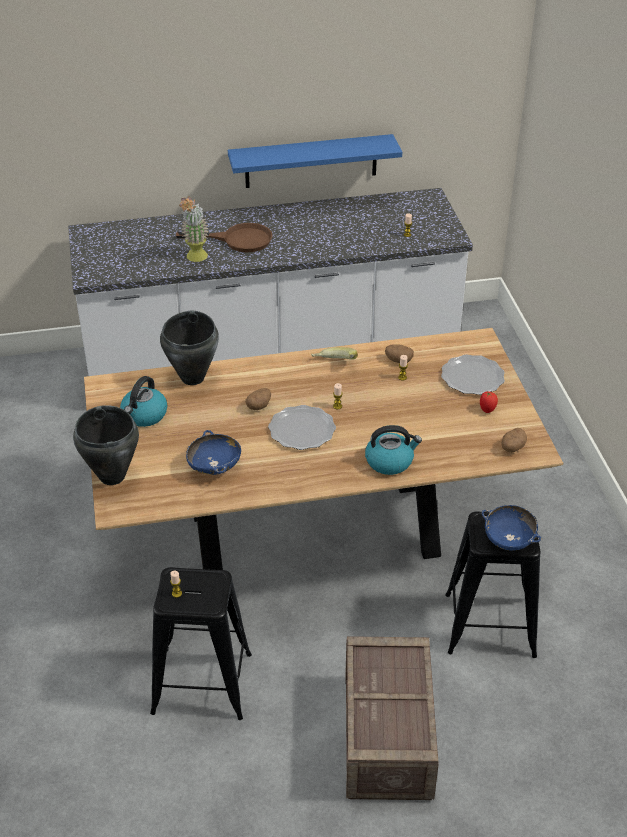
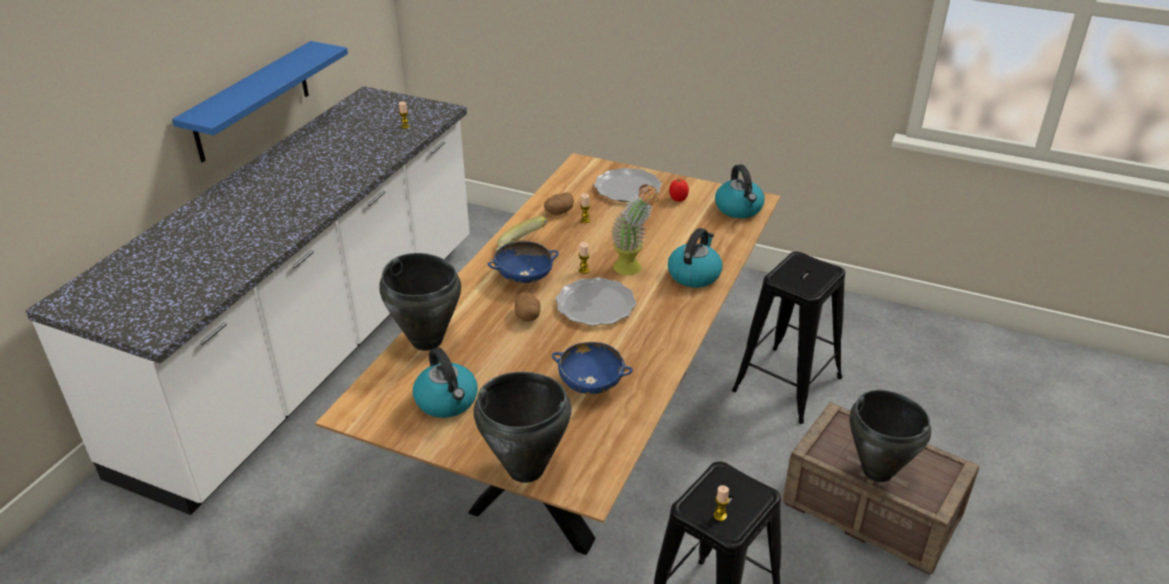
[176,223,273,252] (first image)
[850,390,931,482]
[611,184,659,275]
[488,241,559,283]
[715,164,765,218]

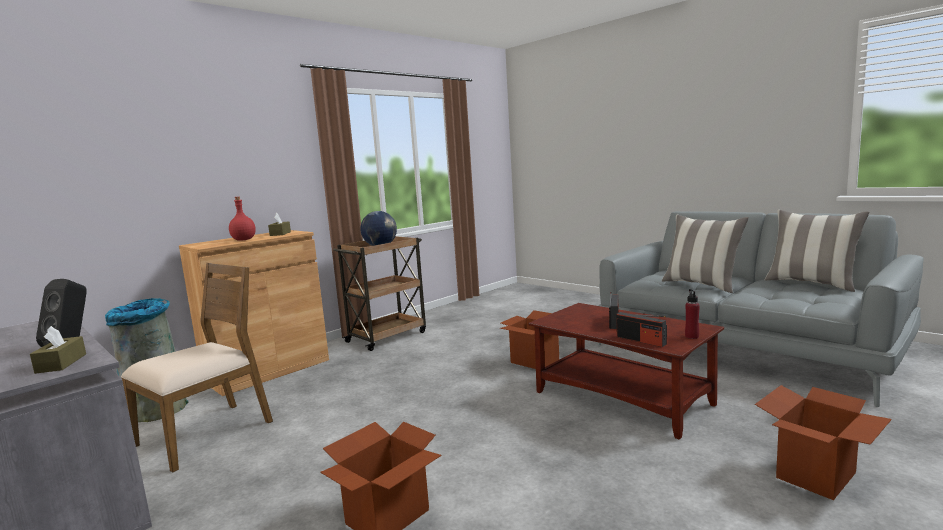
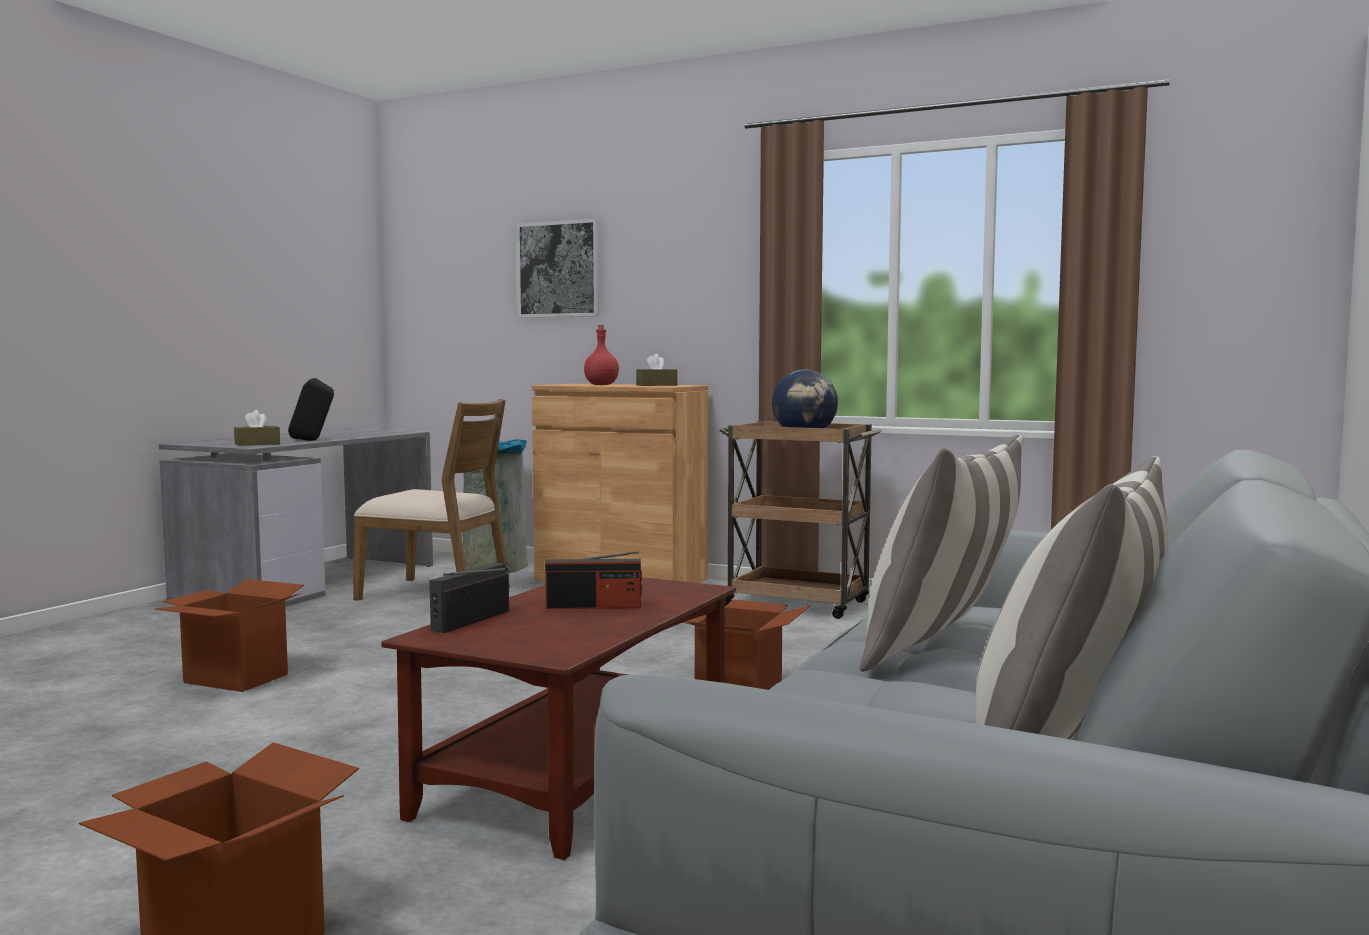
[685,289,700,339] (first image)
[516,218,601,318]

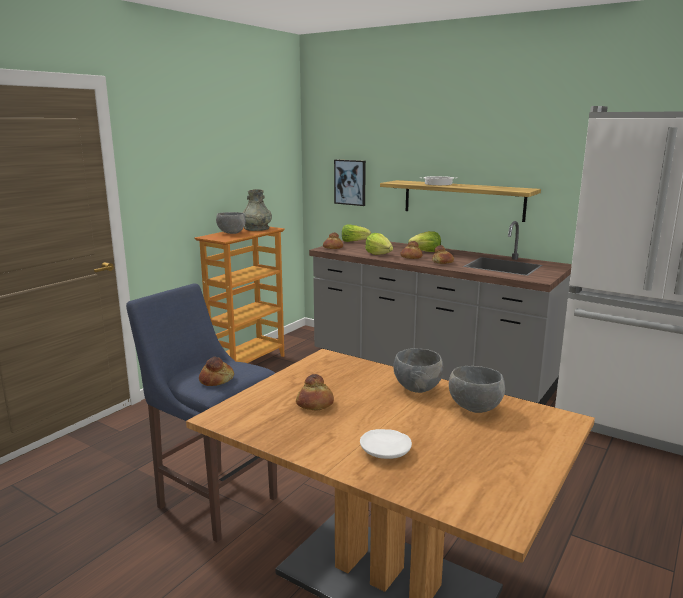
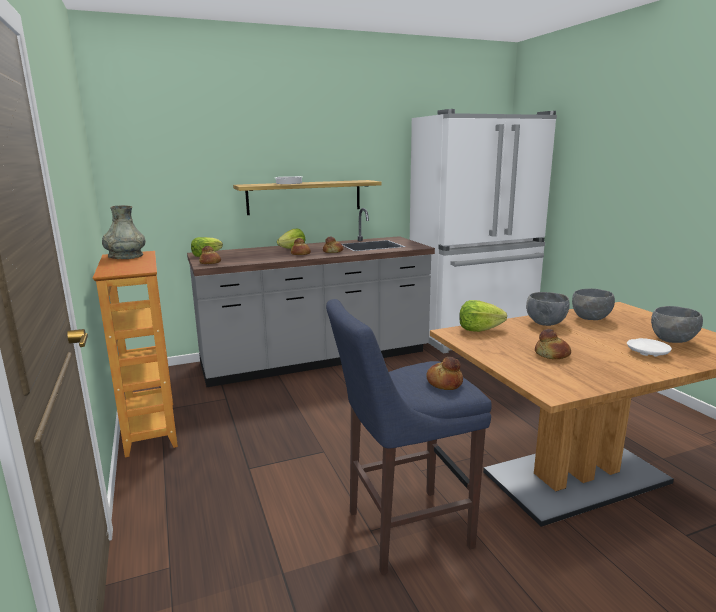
[334,160,366,206] (first image)
[651,306,703,343]
[459,300,507,332]

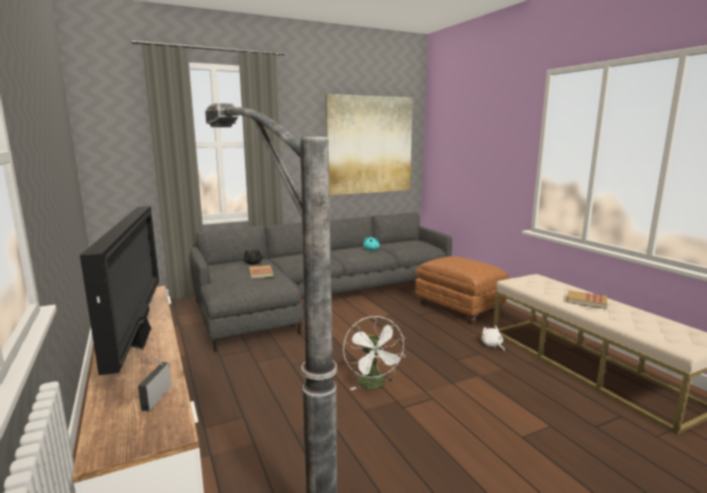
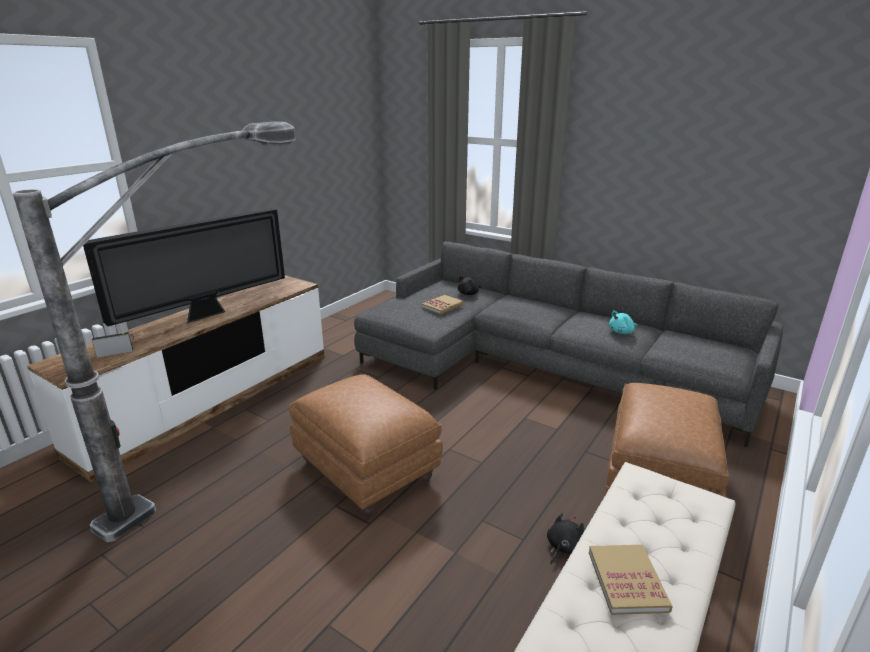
[325,94,413,195] (first image)
[289,374,443,517]
[547,513,584,564]

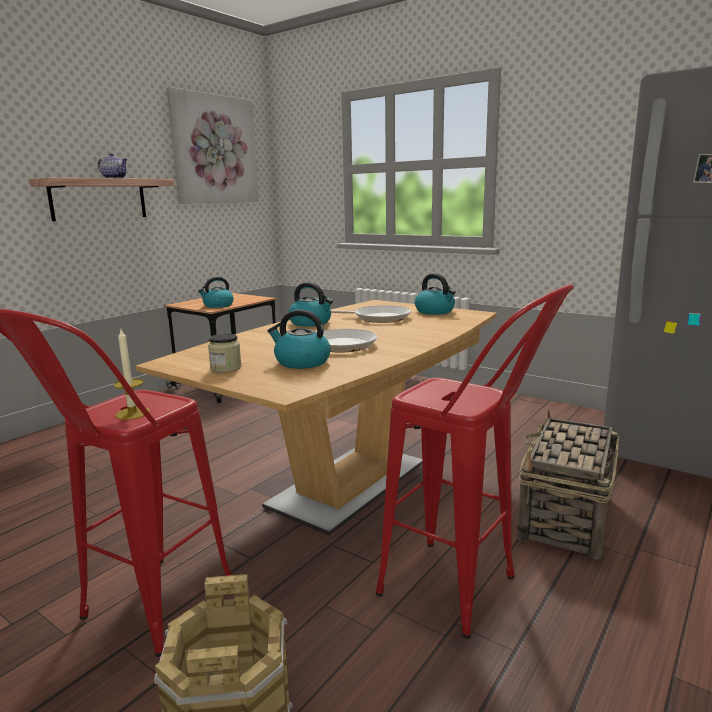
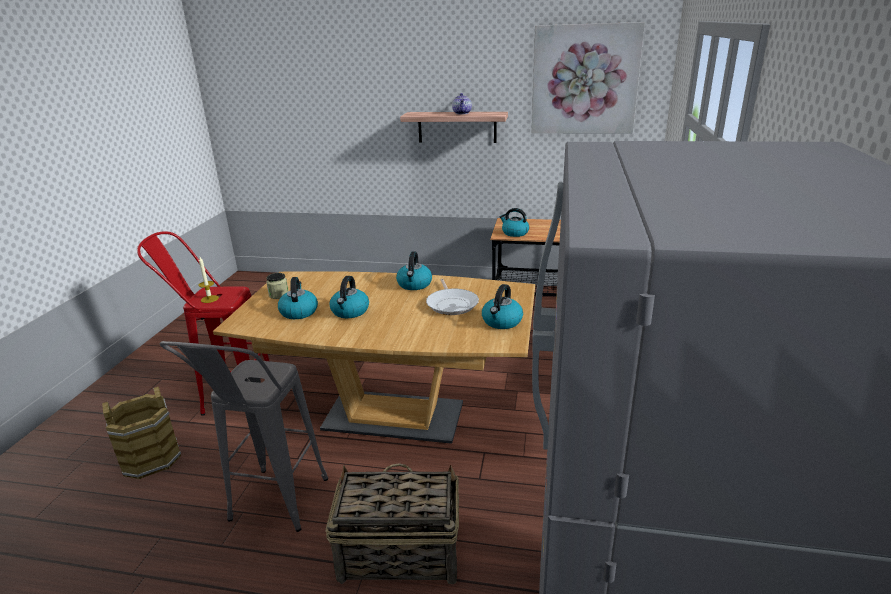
[330,276,369,318]
[160,341,328,532]

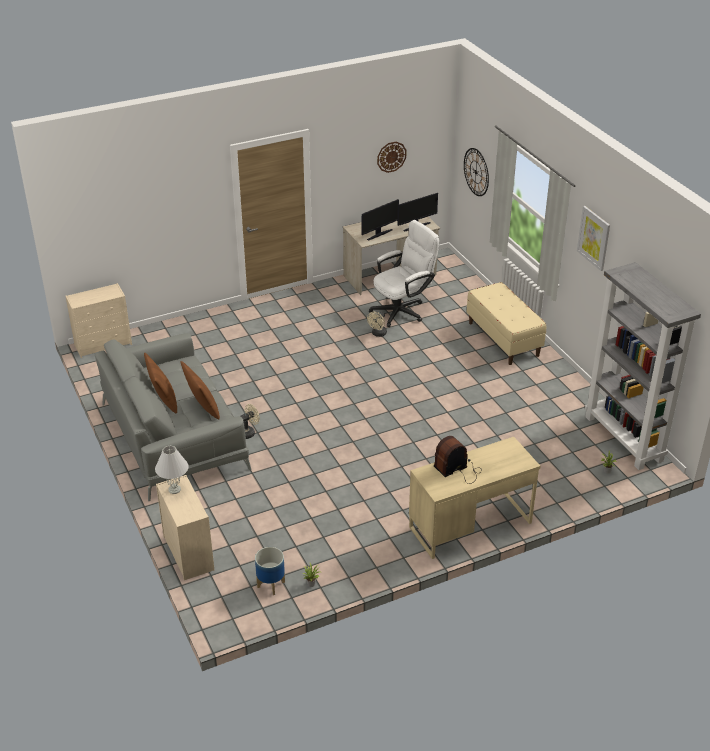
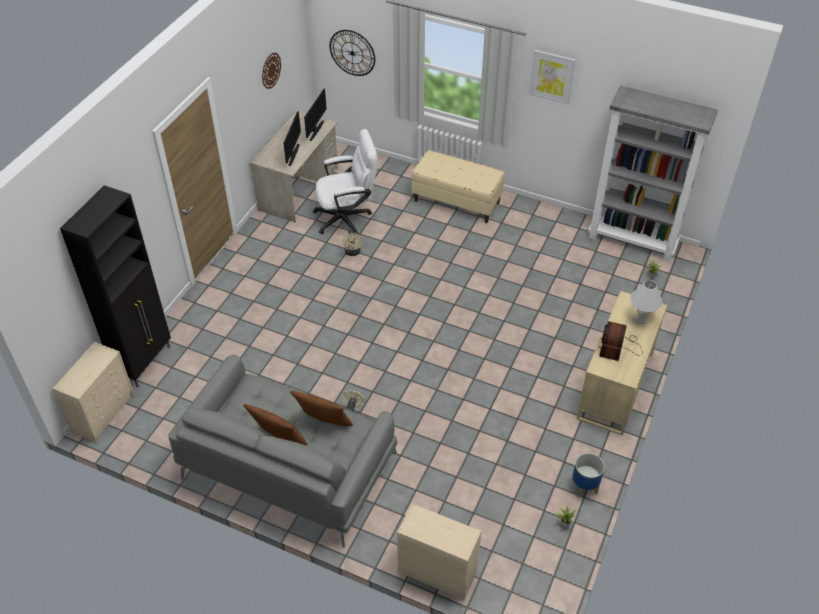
[60,185,171,387]
[630,280,662,324]
[572,453,605,497]
[313,129,378,235]

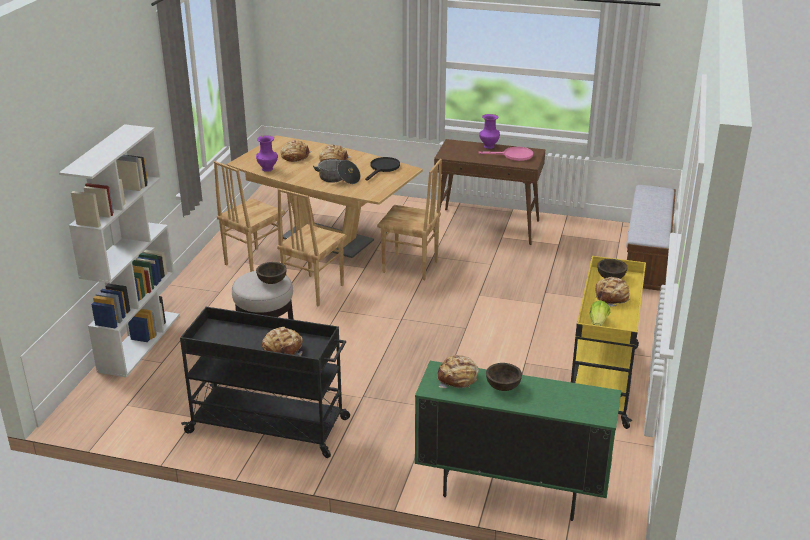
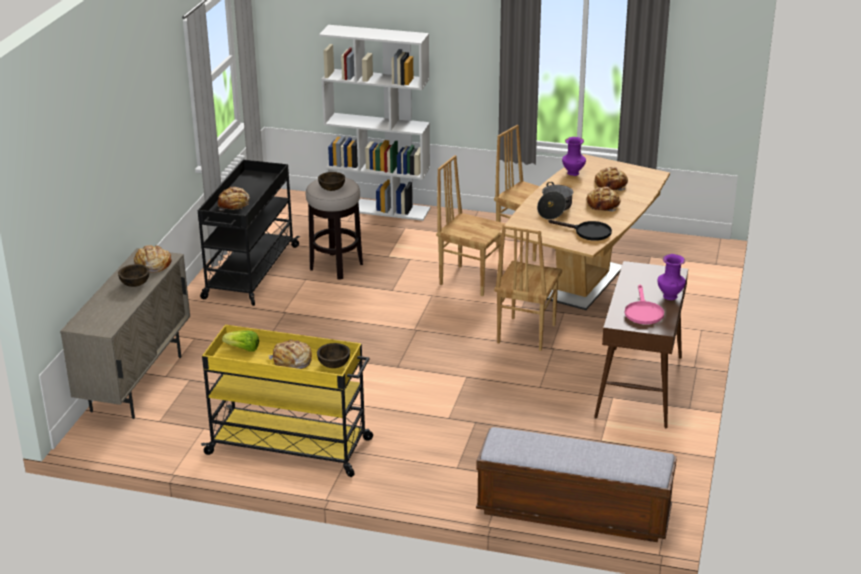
[60,248,190,419]

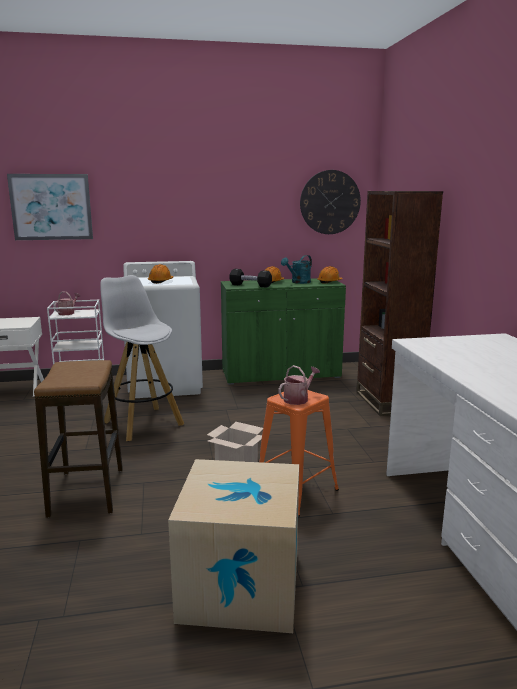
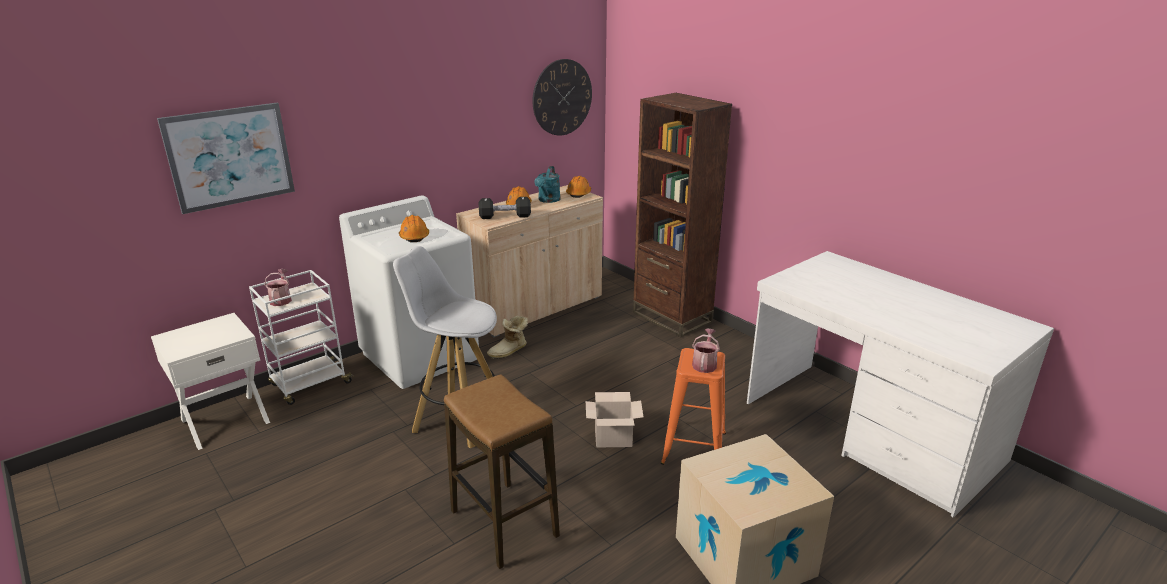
[487,316,528,359]
[456,185,603,337]

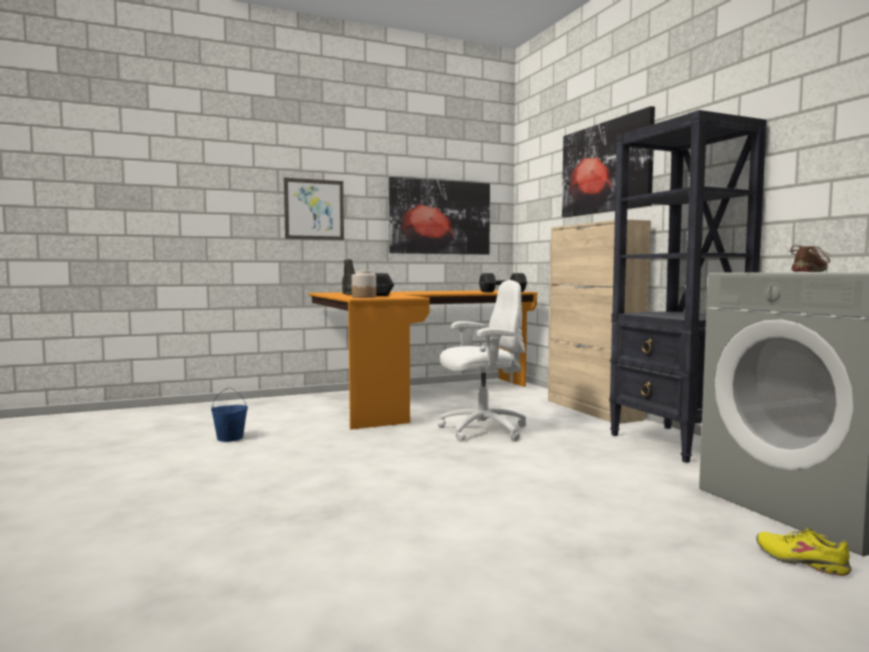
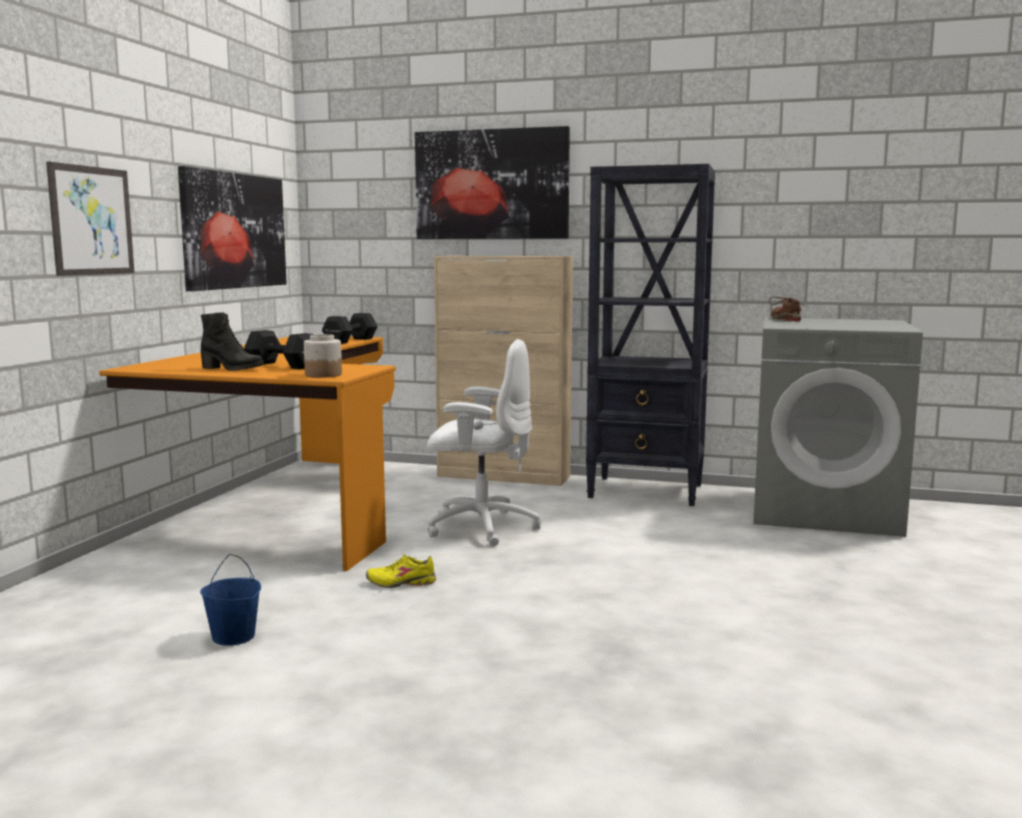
[366,555,436,588]
[427,339,541,546]

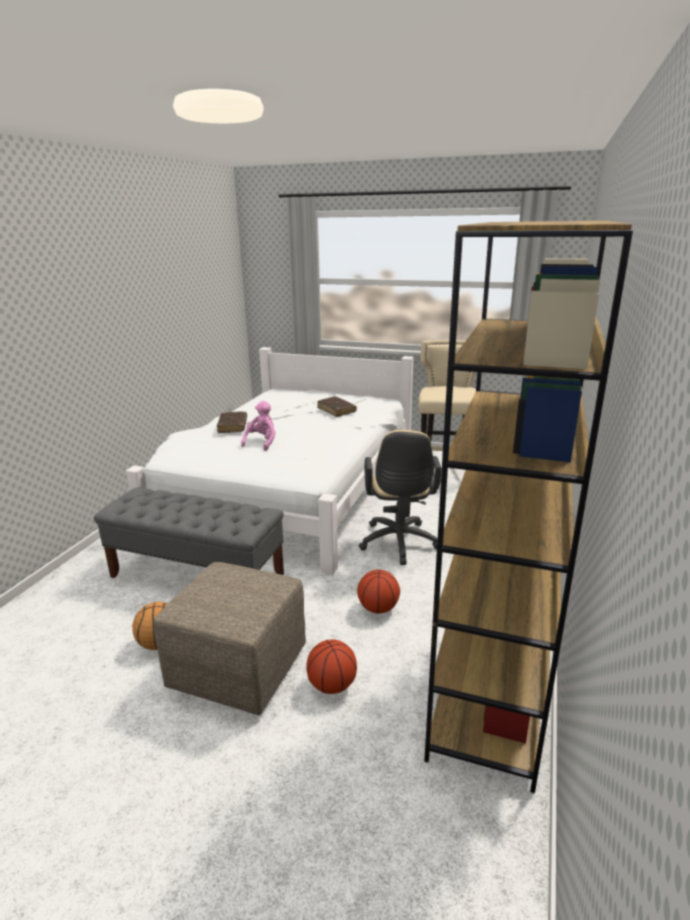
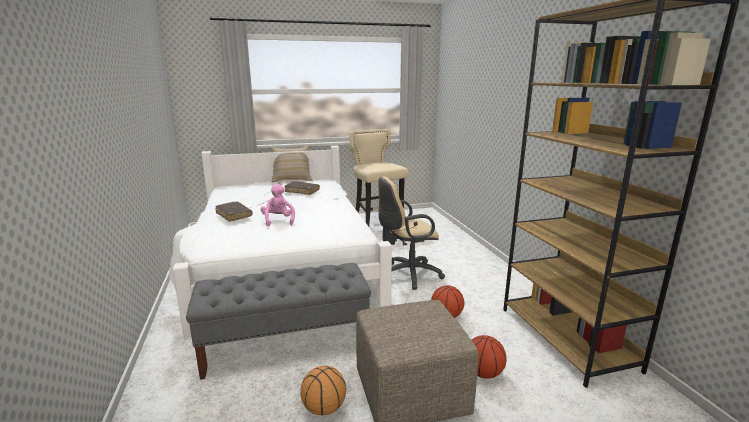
[270,145,313,183]
[378,177,445,290]

